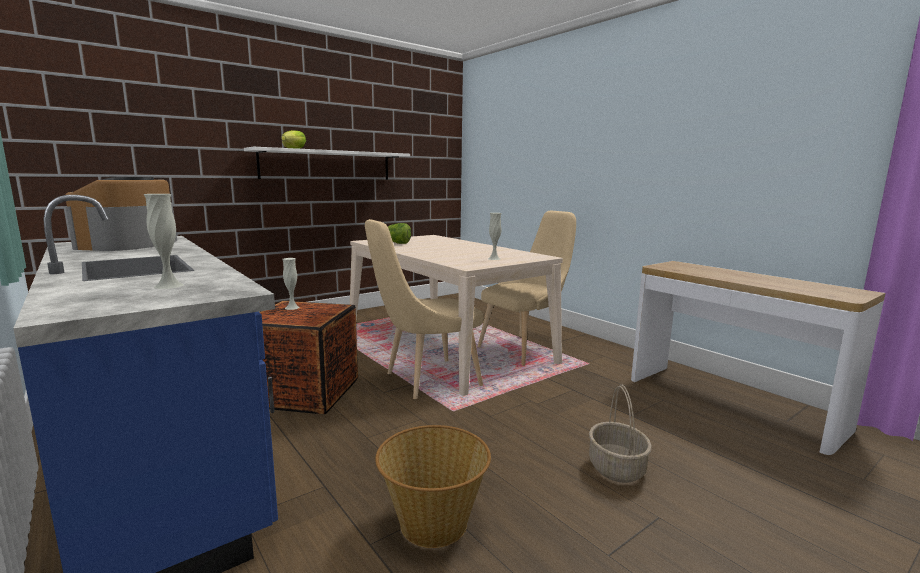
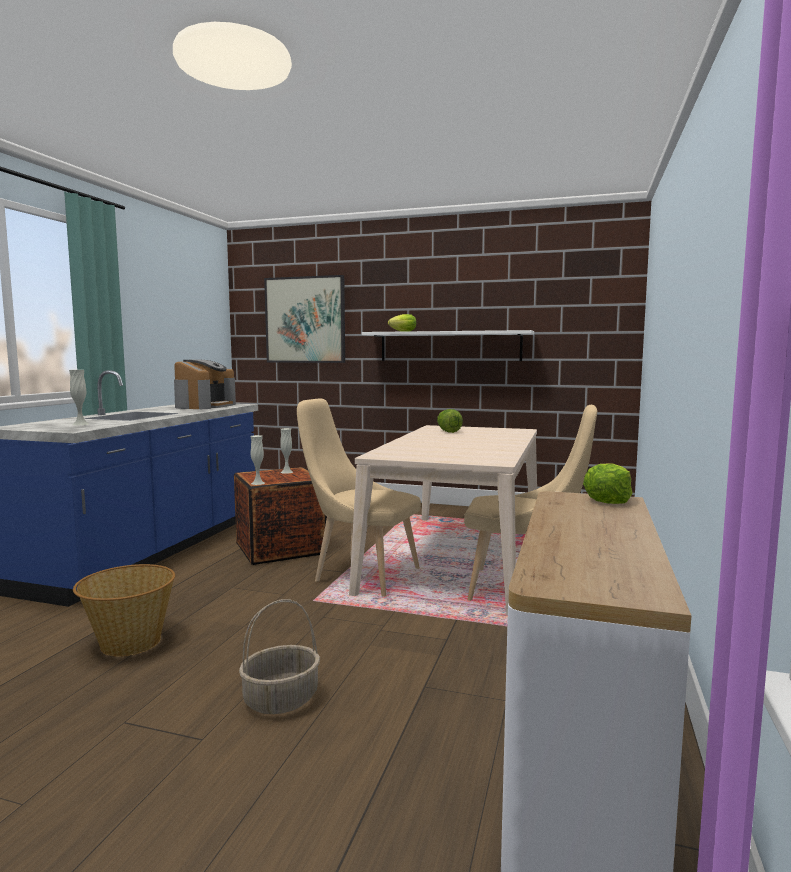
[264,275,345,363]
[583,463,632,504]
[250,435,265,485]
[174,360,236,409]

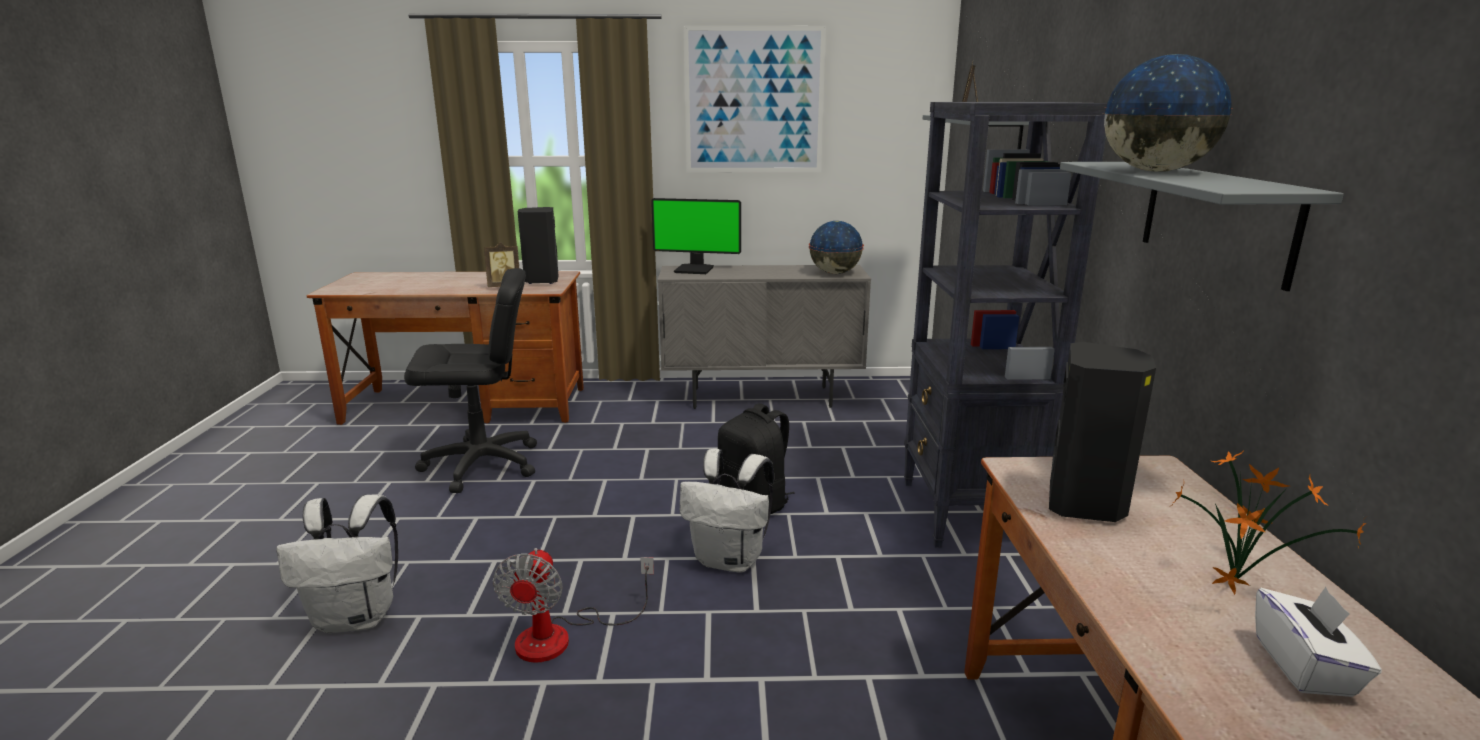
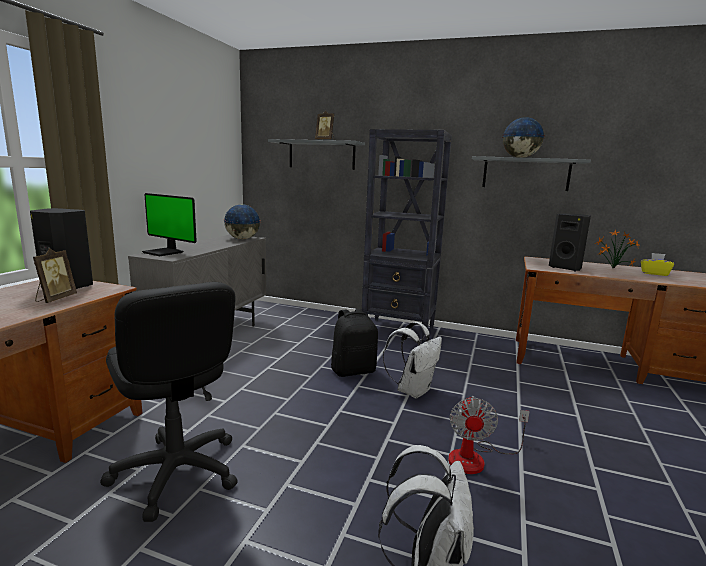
[683,25,826,172] (first image)
[641,253,674,276]
[100,282,238,522]
[448,396,530,474]
[142,193,197,256]

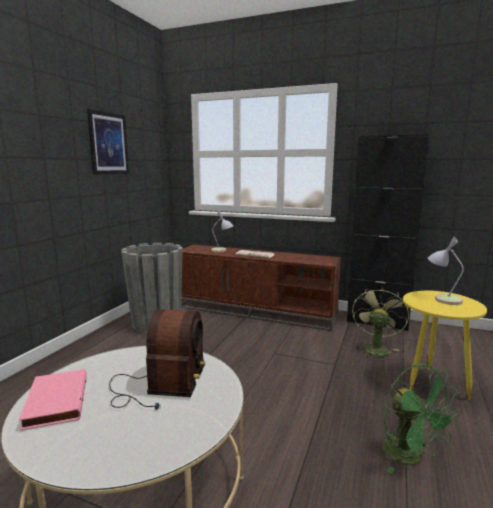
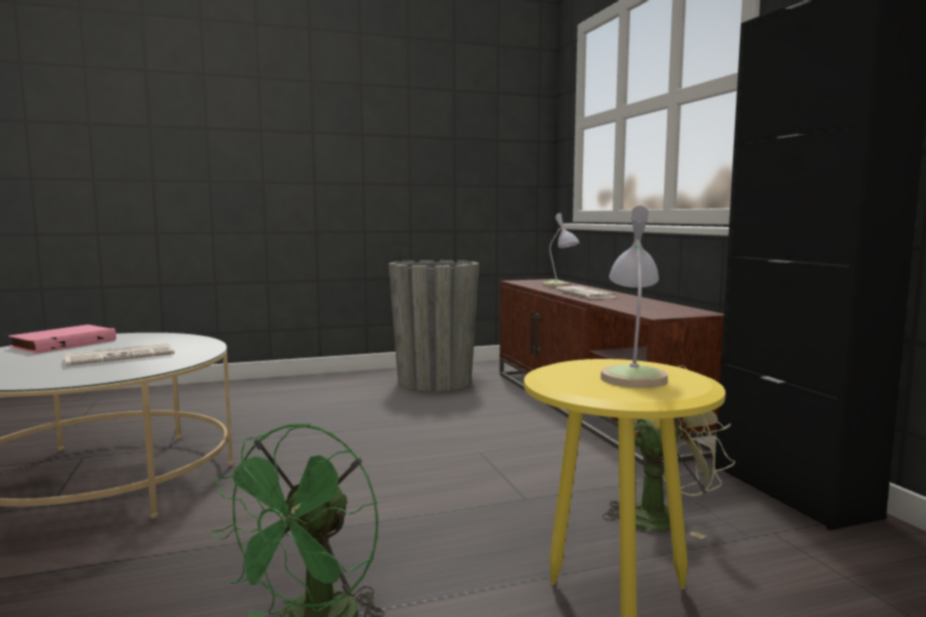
[87,109,129,174] (first image)
[64,343,175,366]

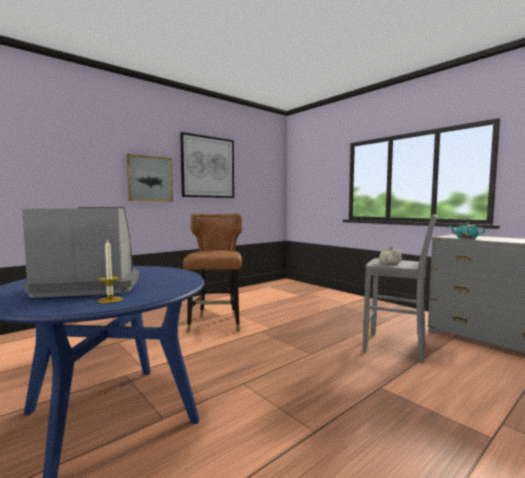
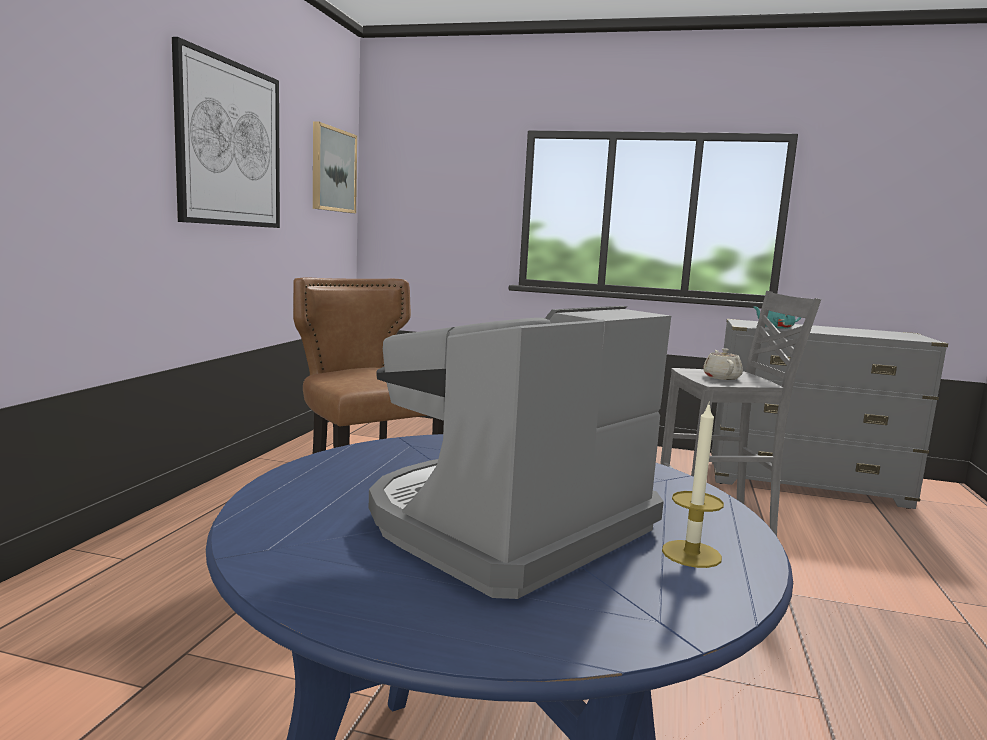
[313,122,357,213]

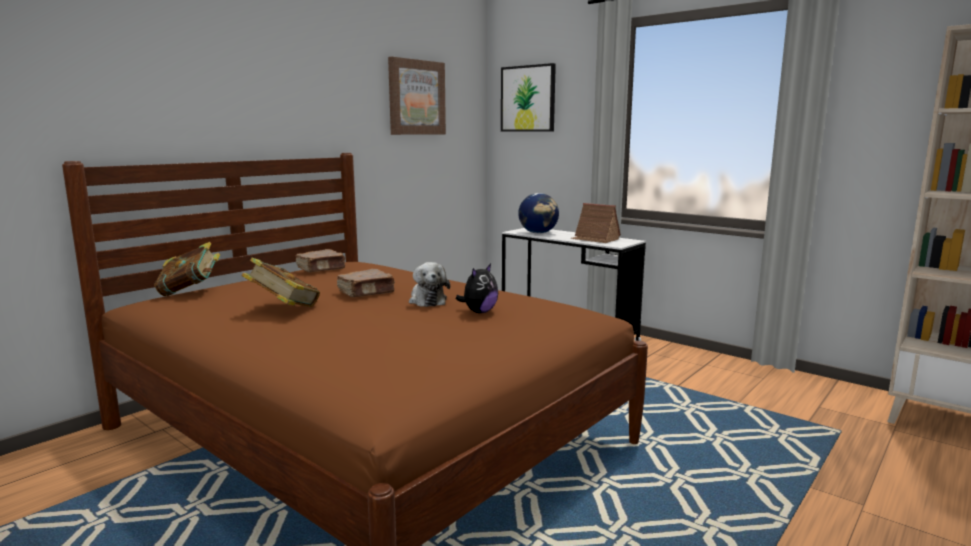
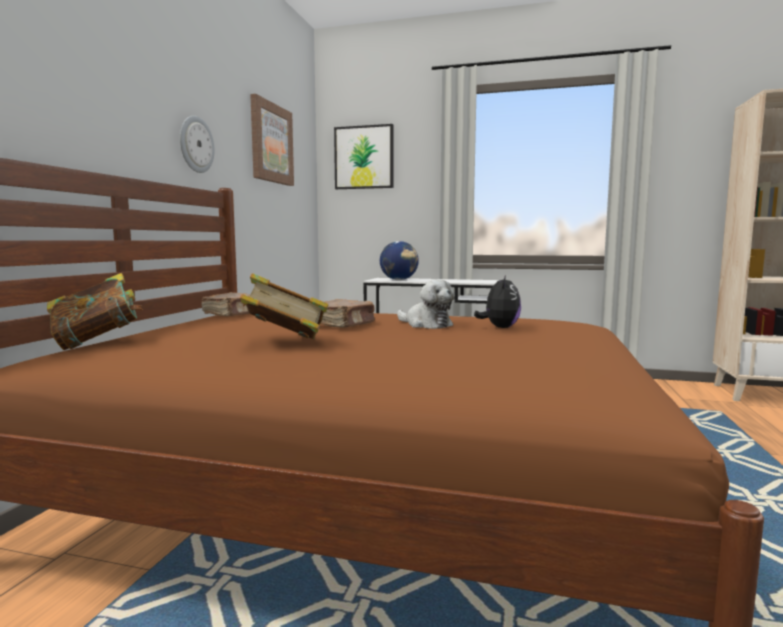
[570,203,621,243] (first image)
[180,116,215,173]

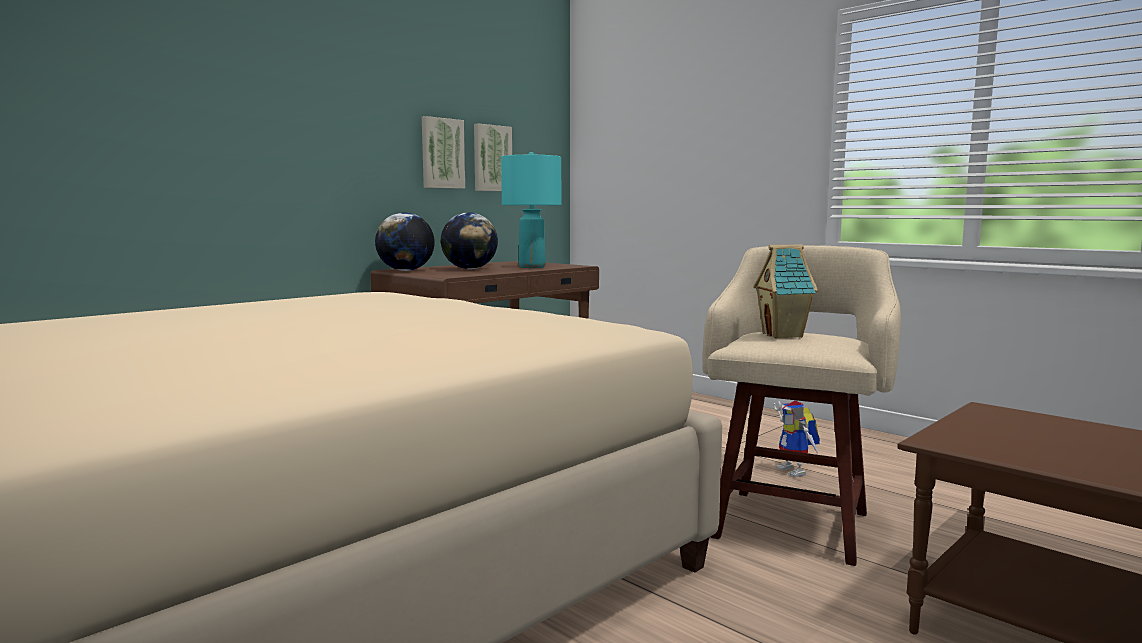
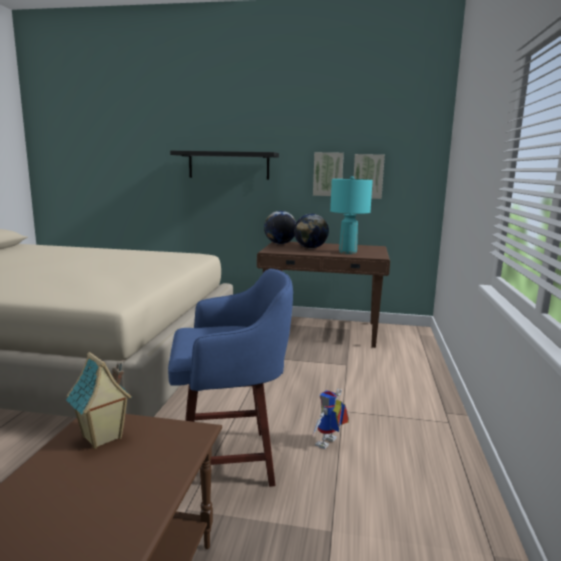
[170,151,279,180]
[66,352,132,449]
[168,269,293,487]

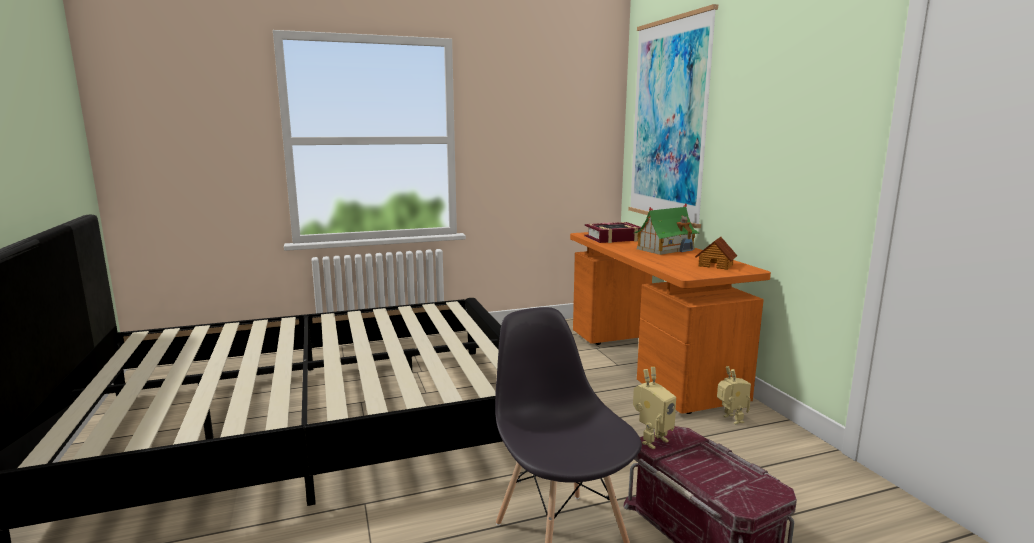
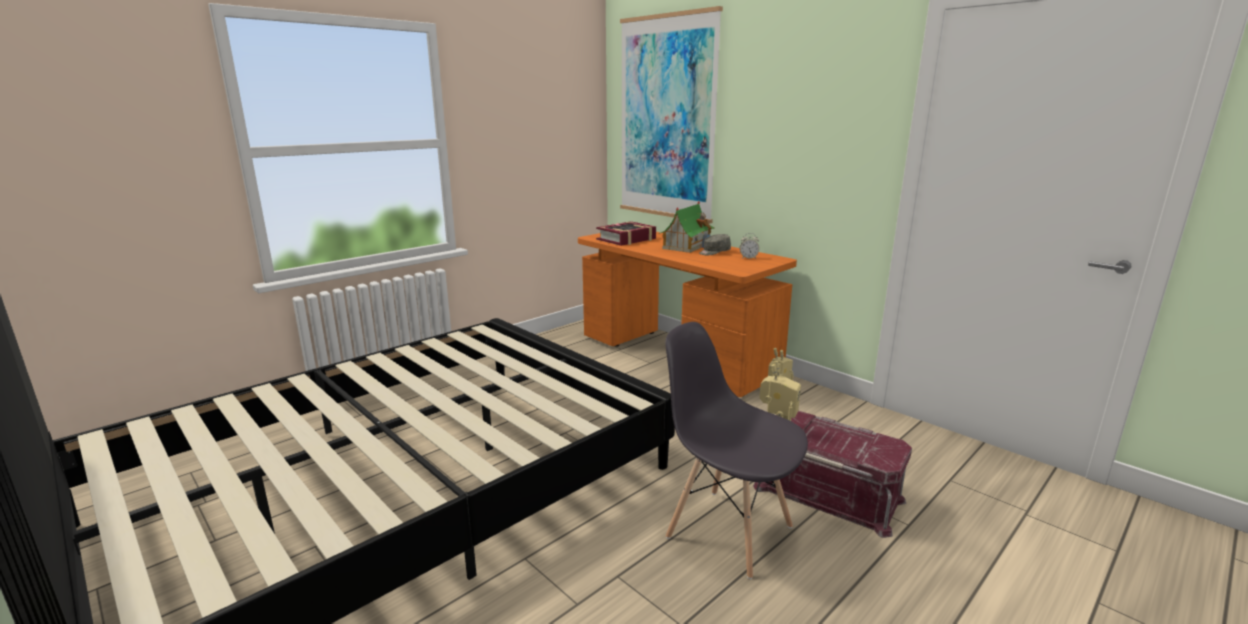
[699,234,731,255]
[740,233,759,259]

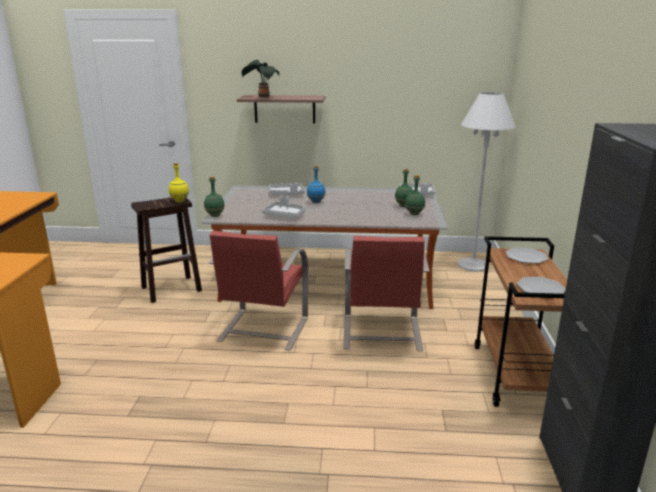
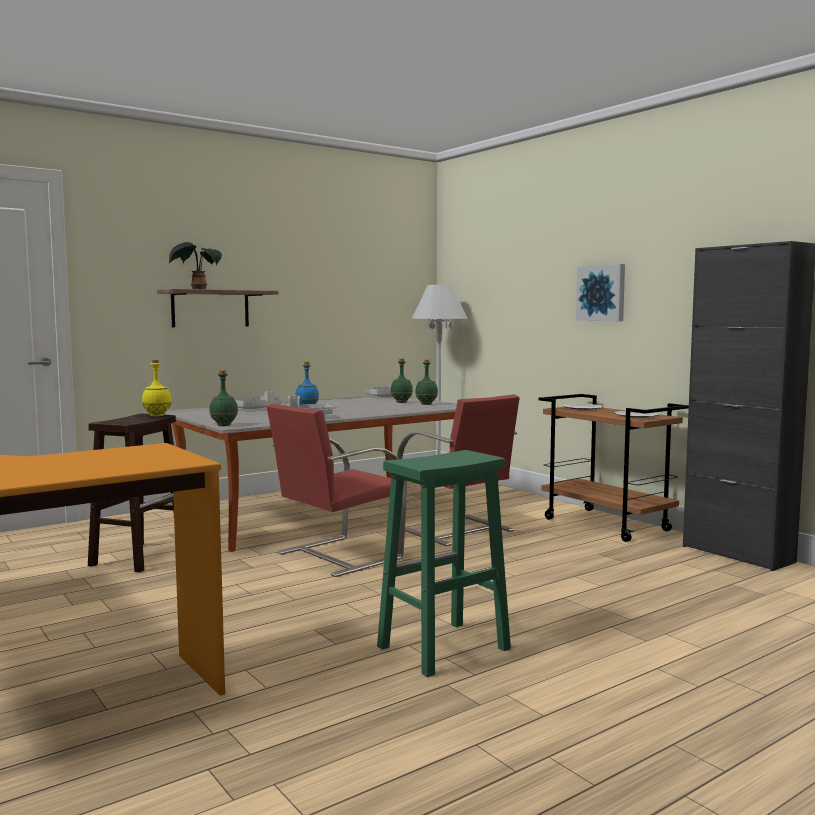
[377,450,511,677]
[576,264,625,321]
[267,403,407,577]

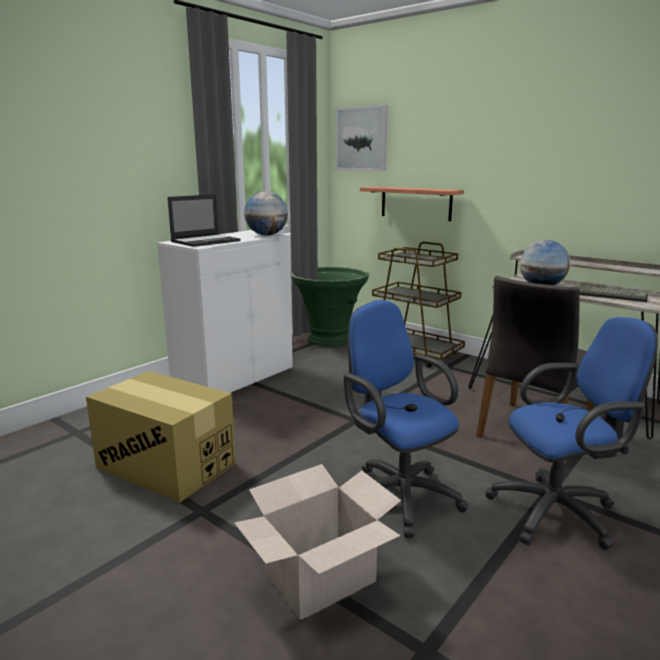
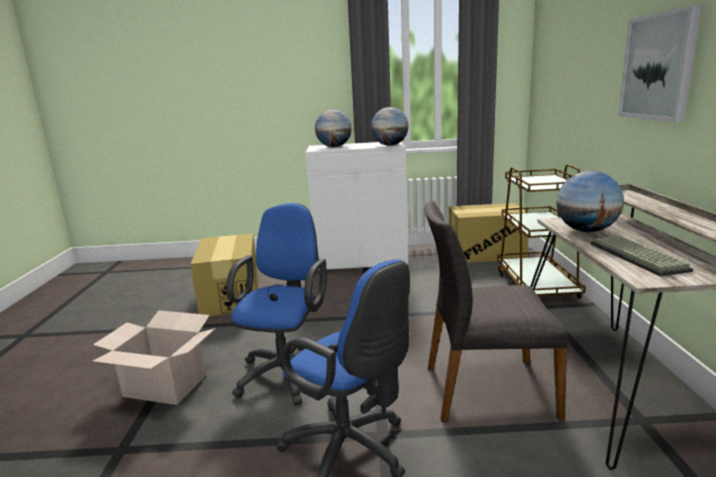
[360,186,464,221] (first image)
[619,5,701,122]
[315,109,352,147]
[449,203,529,263]

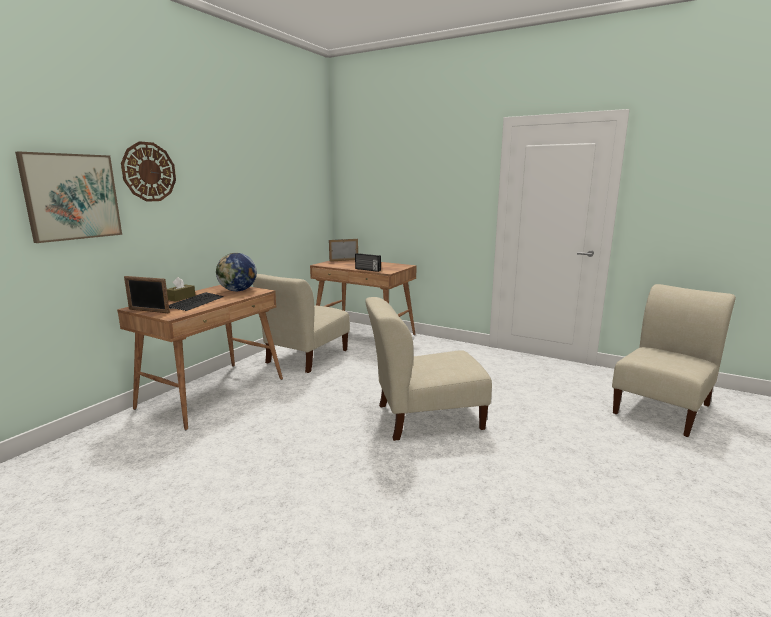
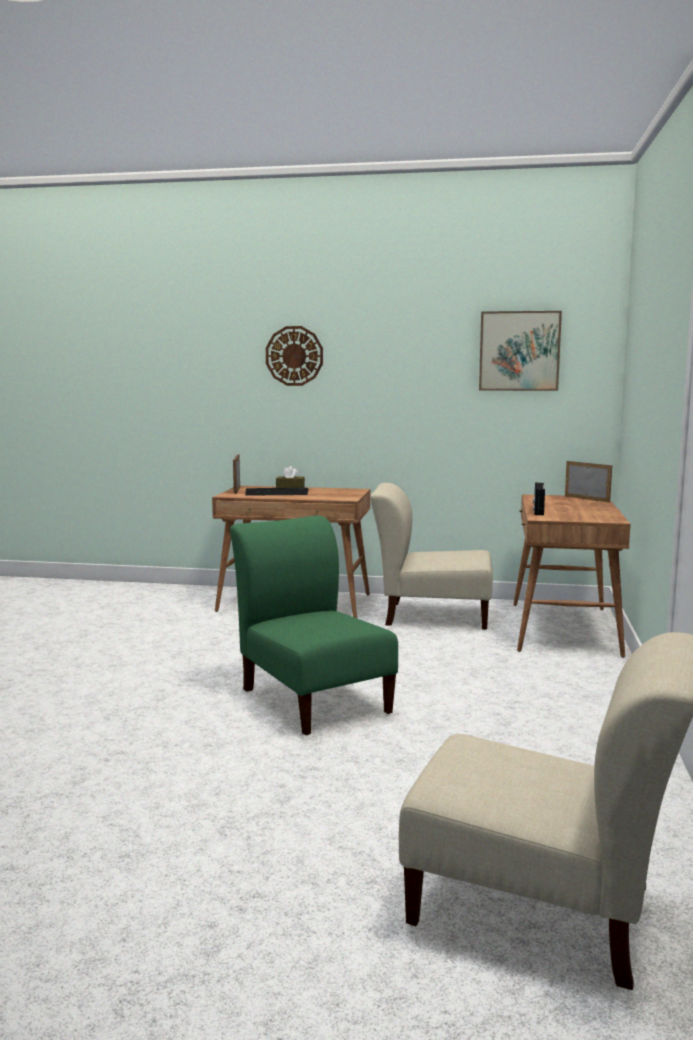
[216,253,257,291] (first image)
[479,311,562,391]
[230,516,398,735]

